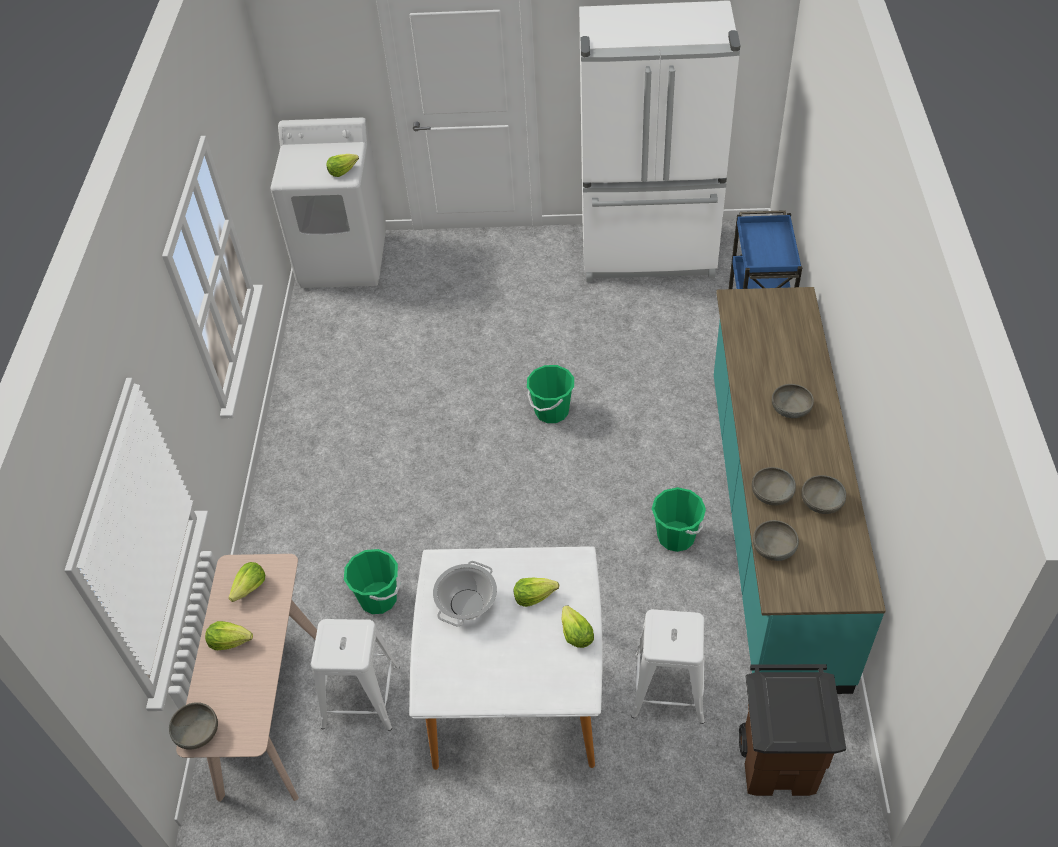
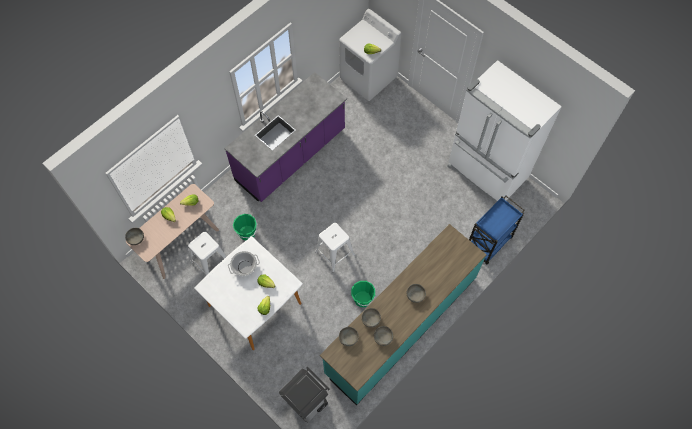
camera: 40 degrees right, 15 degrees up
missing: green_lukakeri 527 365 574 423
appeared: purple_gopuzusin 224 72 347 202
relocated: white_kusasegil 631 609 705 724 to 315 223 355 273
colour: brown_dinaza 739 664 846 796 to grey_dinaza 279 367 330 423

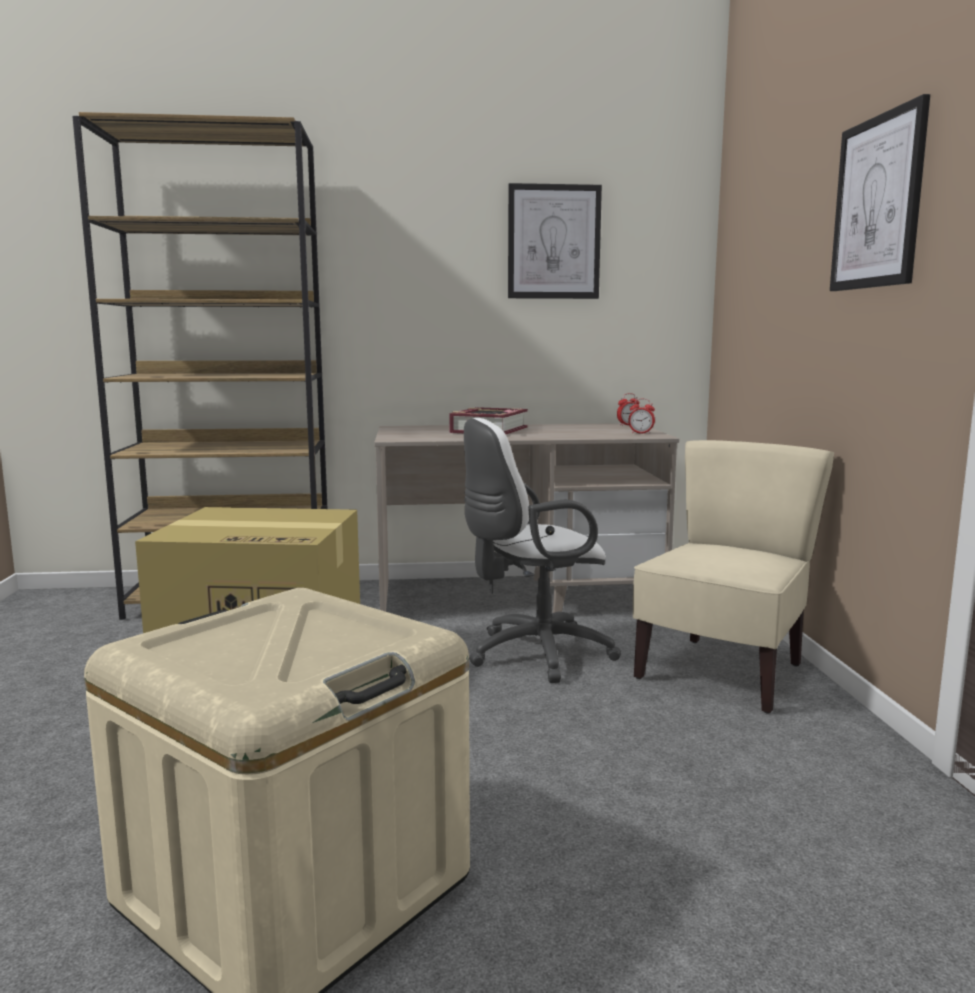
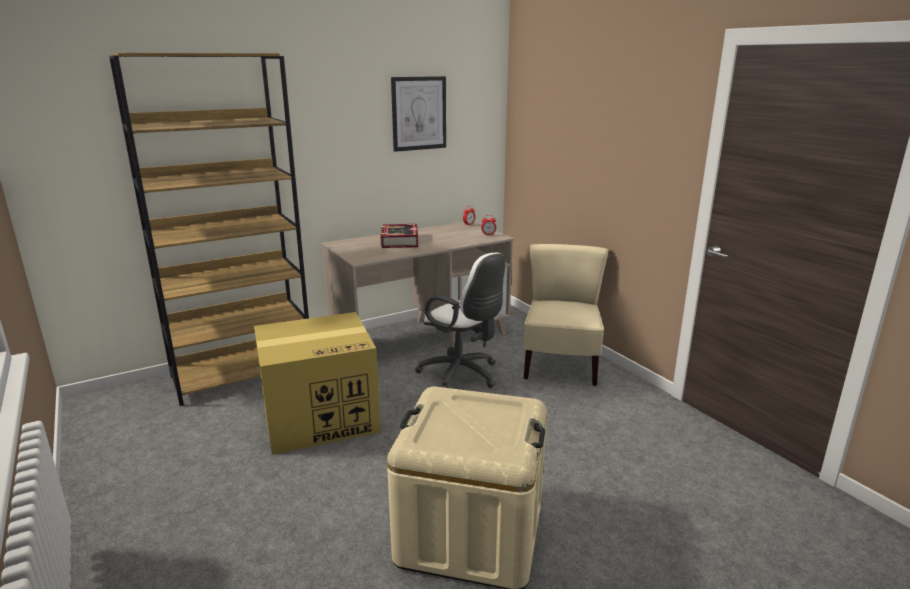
camera: 25 degrees left, 10 degrees up
missing: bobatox 830 94 930 291
spun: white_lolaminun 464 418 621 683 = 415 253 505 388 90 degrees counterclockwise

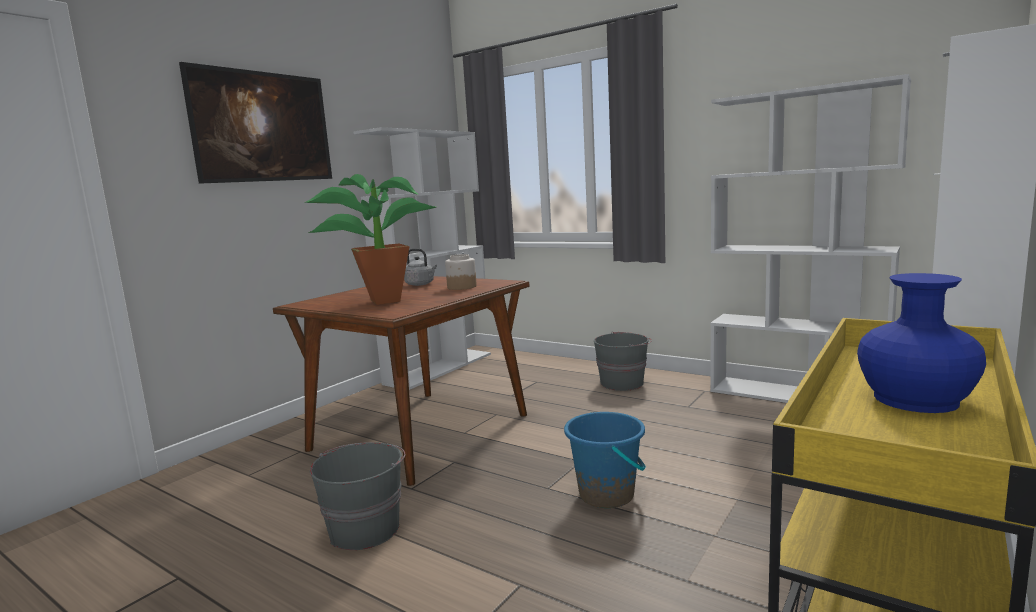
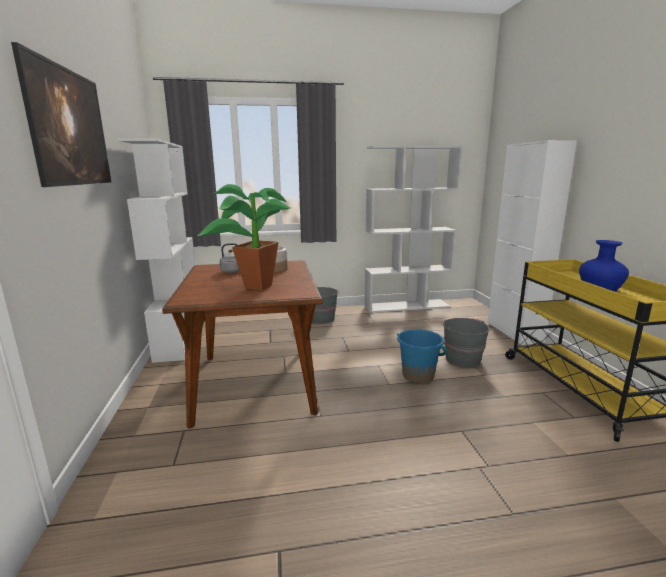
camera: 45 degrees left, 5 degrees up
relocated: grey_lukakeri 310 442 405 550 to 441 318 490 368

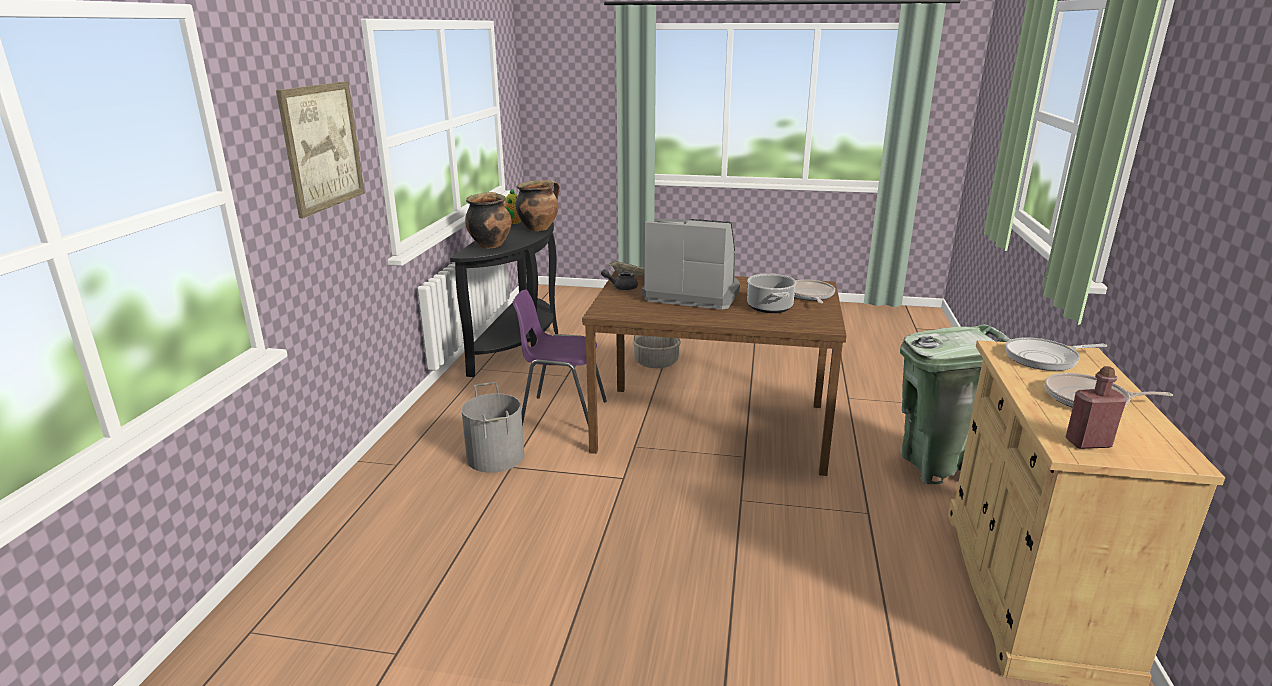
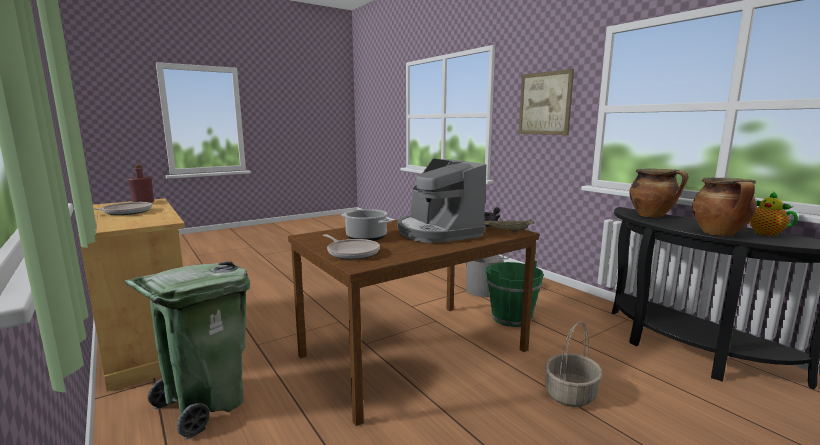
camera: 135 degrees right, 10 degrees down
missing: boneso 1005 337 1107 371
exchanged: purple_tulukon 512 289 607 426 to green_lukakeri 486 261 544 327
spun: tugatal 642 219 740 310 = 397 158 486 243 90 degrees clockwise

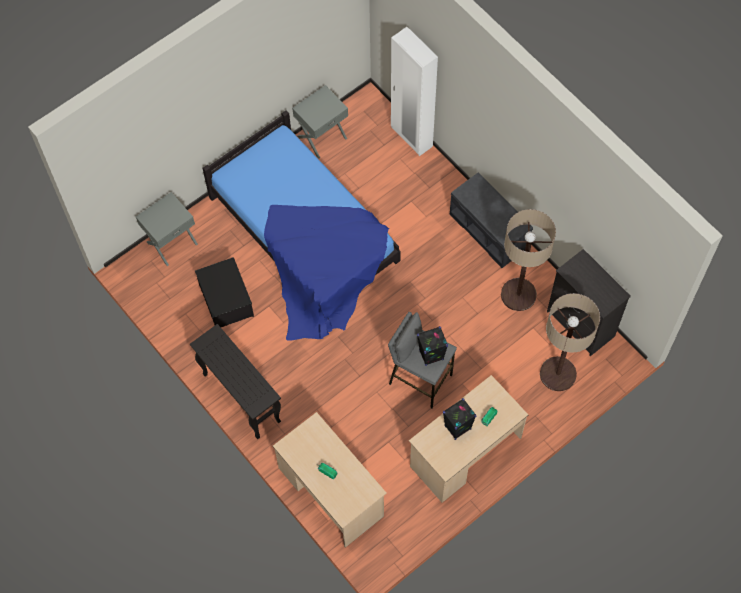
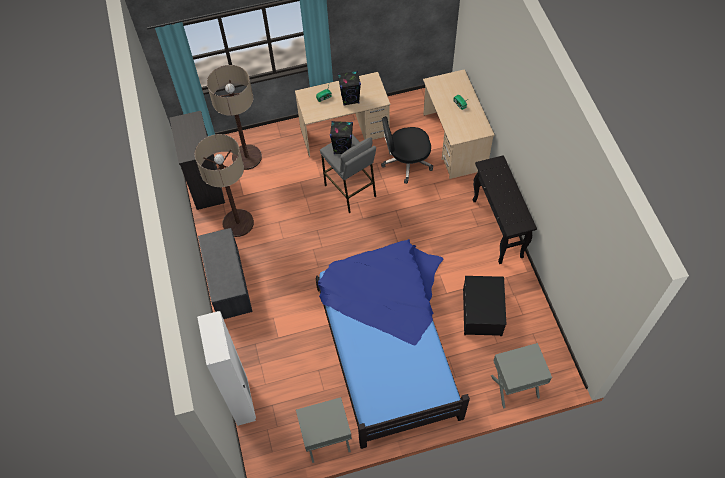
camera: 155 degrees left, 5 degrees down
appeared: black_lolaminun 381 116 433 184

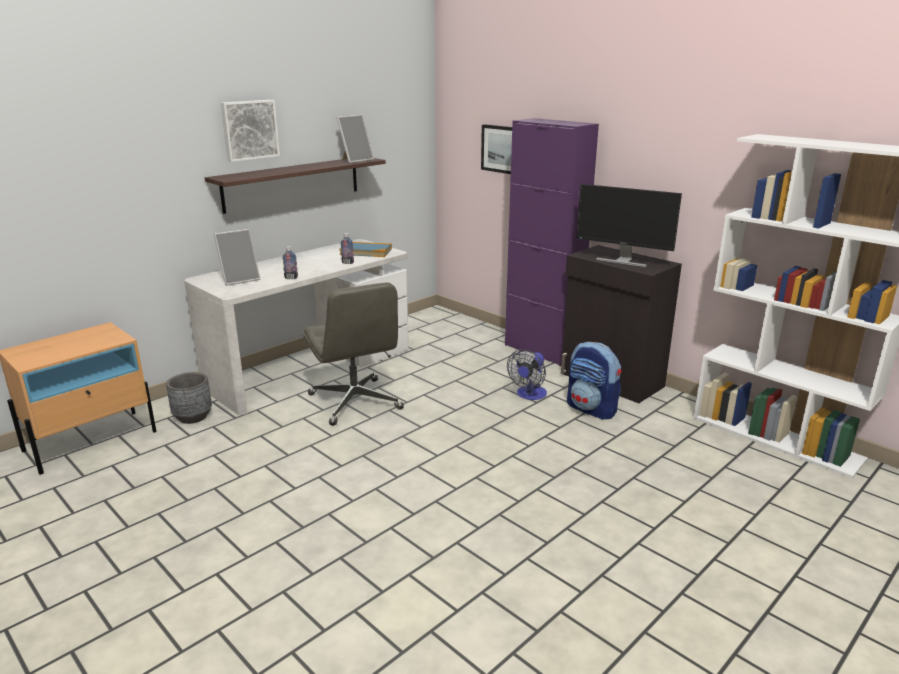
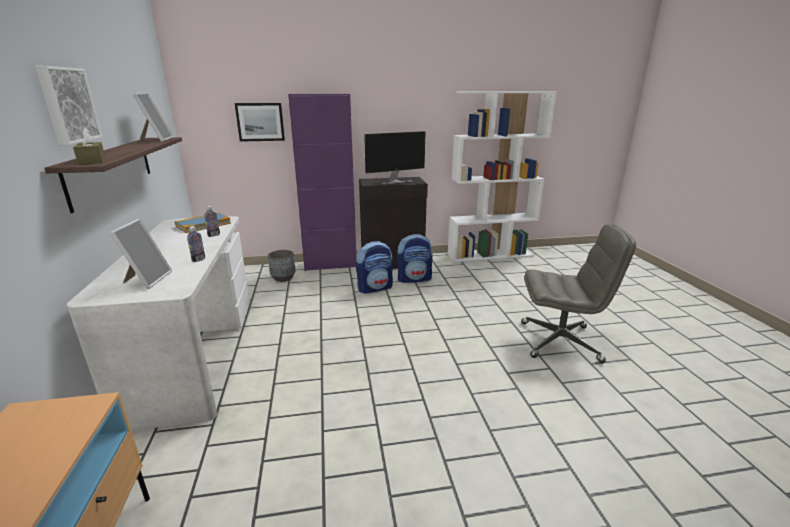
camera: 55 degrees left, 0 degrees up
appeared: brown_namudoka 73 128 106 165
relocated: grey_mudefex 166 372 212 424 to 268 250 296 282; grey_lolaminun 304 282 404 426 to 521 224 636 363
exchanged: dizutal 507 350 547 400 to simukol 356 241 393 294

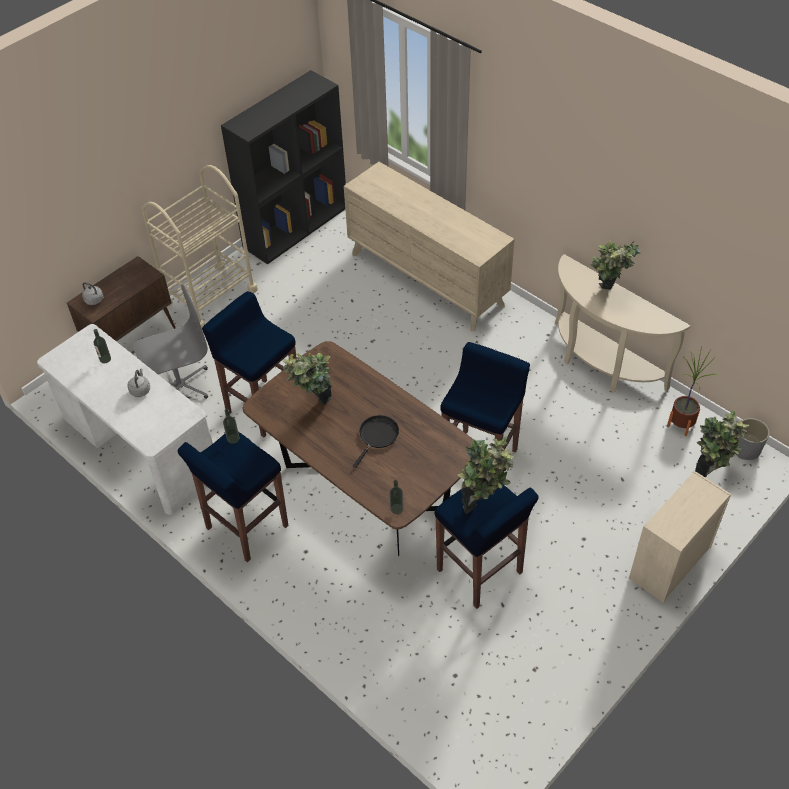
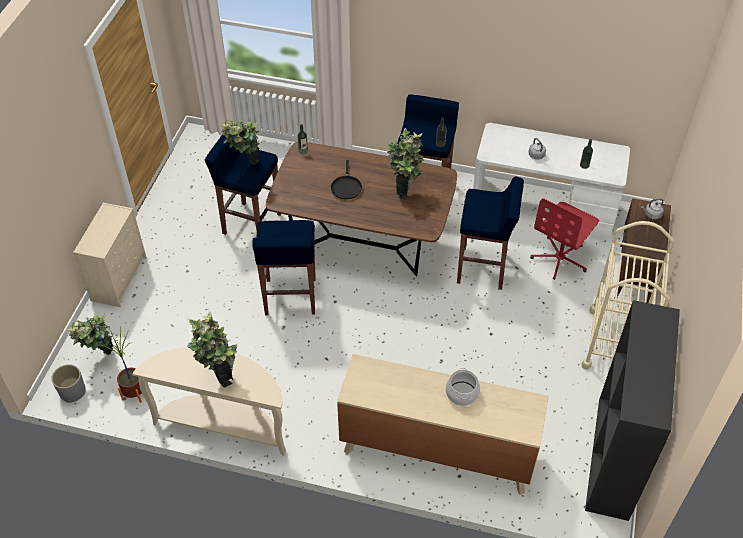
camera: 150 degrees right, 0 degrees up
appeared: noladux 445 368 480 406
colour: grey_lolaminun 133 284 208 399 to red_lolaminun 530 198 599 280

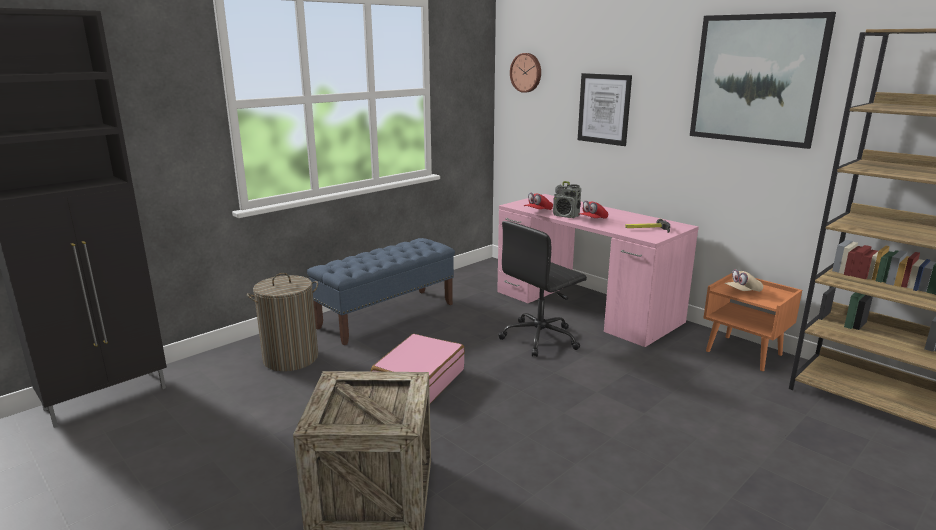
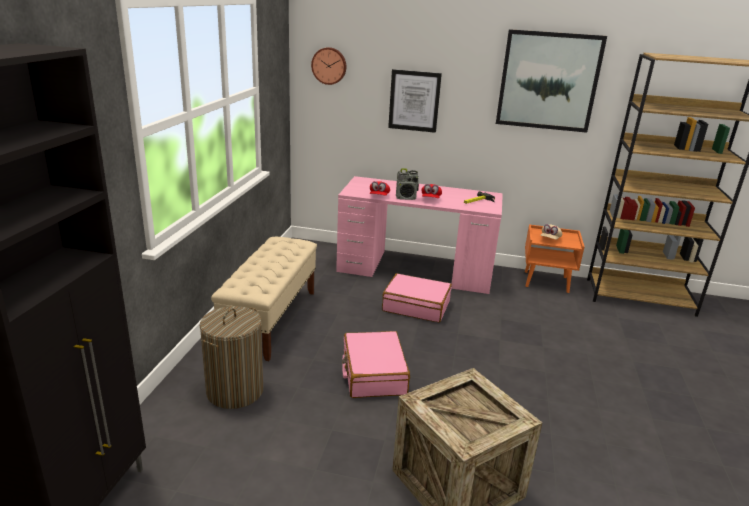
camera: 35 degrees left, 5 degrees up
exchanged: black_lolaminun 498 221 587 357 to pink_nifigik 382 273 452 322
colour: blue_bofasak 307 238 455 345 to beige_bofasak 211 237 317 361

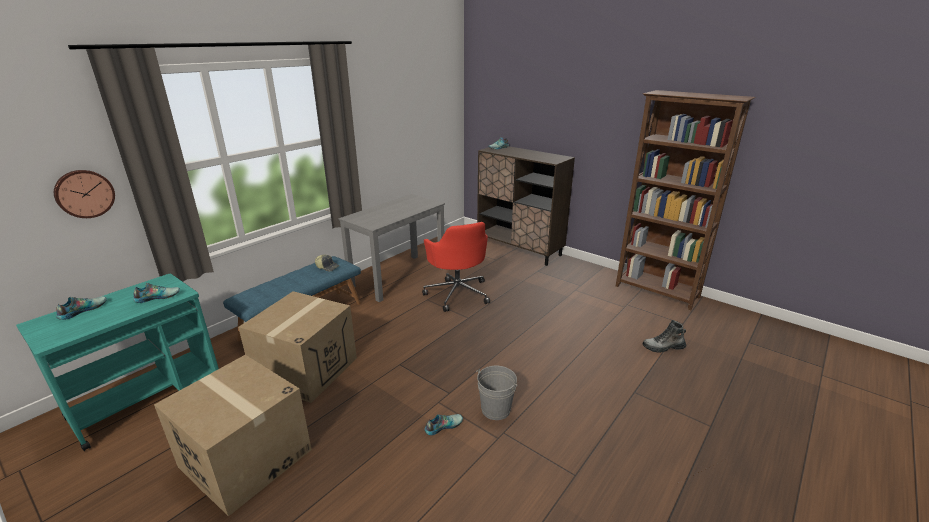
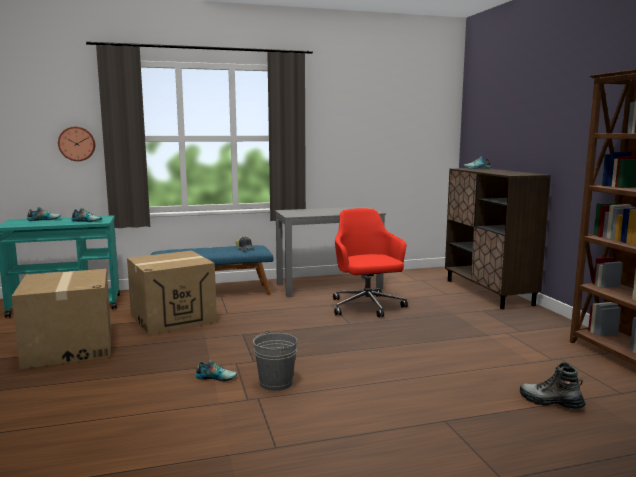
camera: 35 degrees right, 15 degrees down
spun: red_lolaminun 422 222 490 312 = 333 208 408 317 150 degrees clockwise

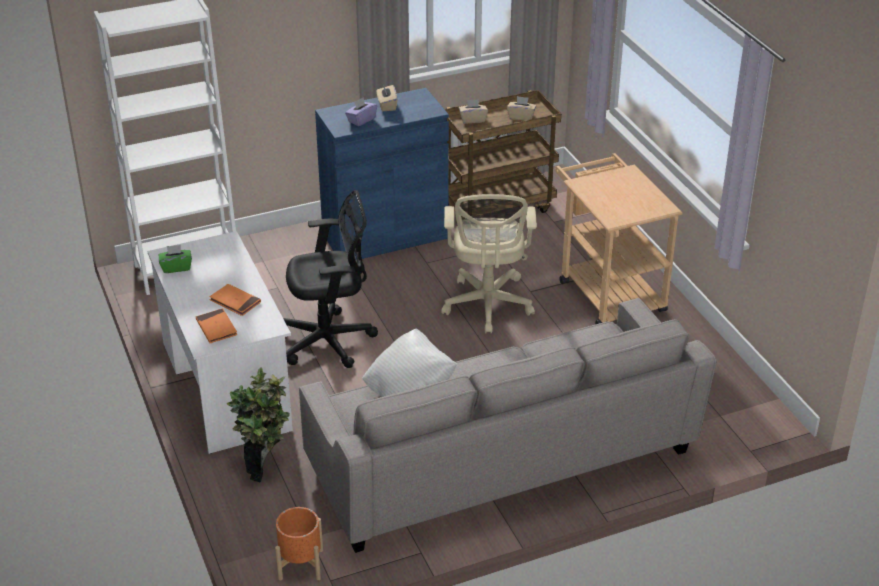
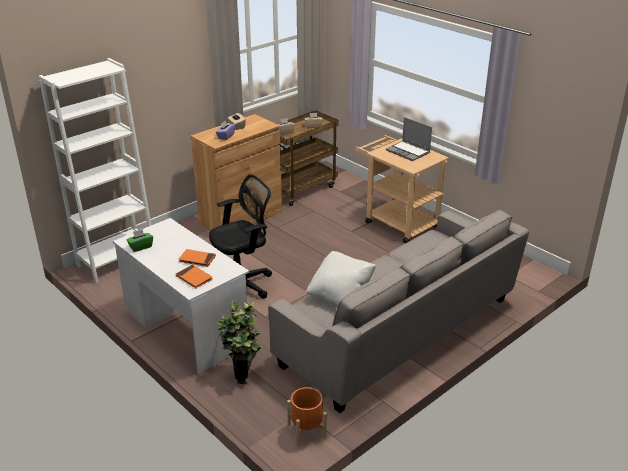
camera: 20 degrees left, 5 degrees down
missing: beige_lolaminun 441 194 537 333
appeared: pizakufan 386 117 432 161
colour: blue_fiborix 315 88 449 259 to brown_fiborix 191 114 282 231

